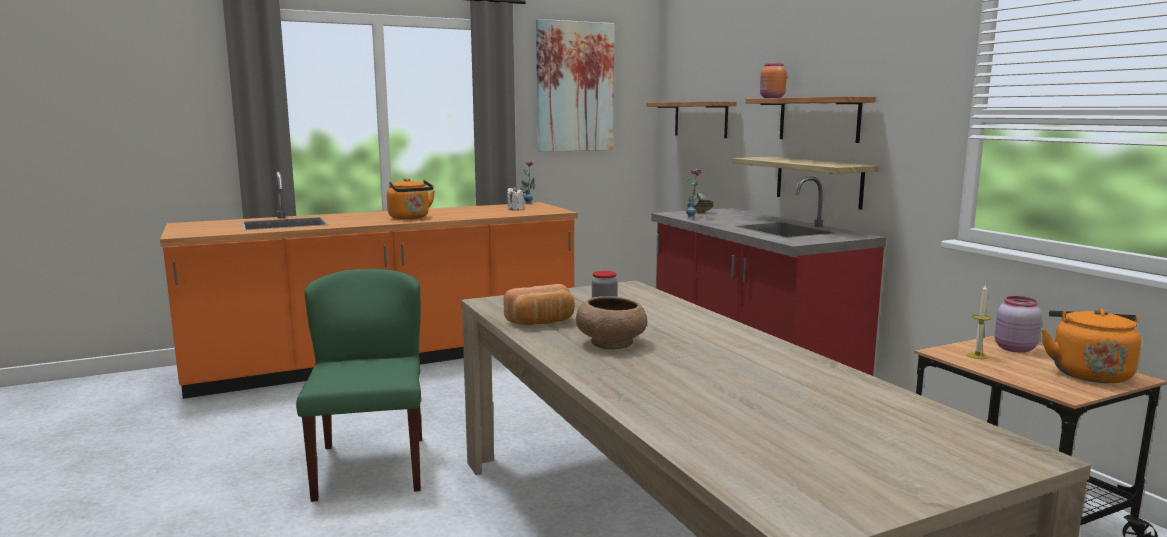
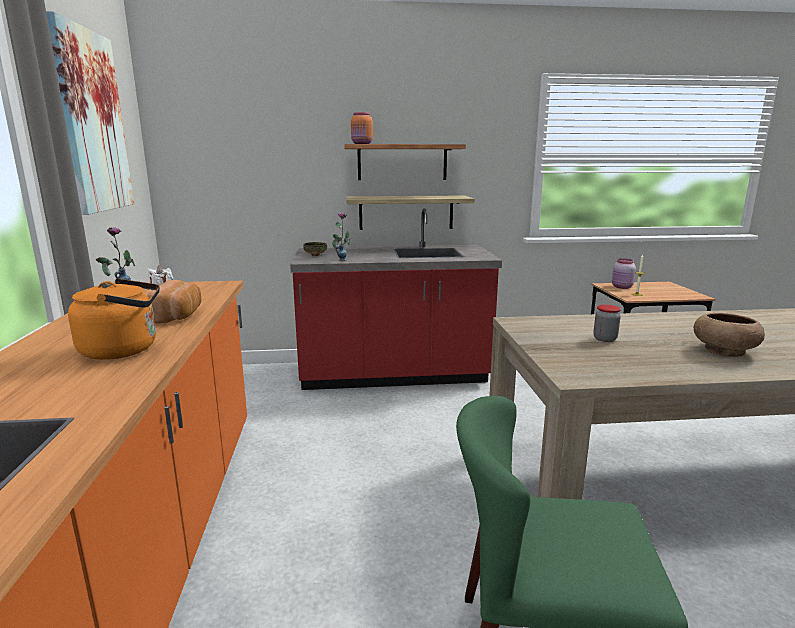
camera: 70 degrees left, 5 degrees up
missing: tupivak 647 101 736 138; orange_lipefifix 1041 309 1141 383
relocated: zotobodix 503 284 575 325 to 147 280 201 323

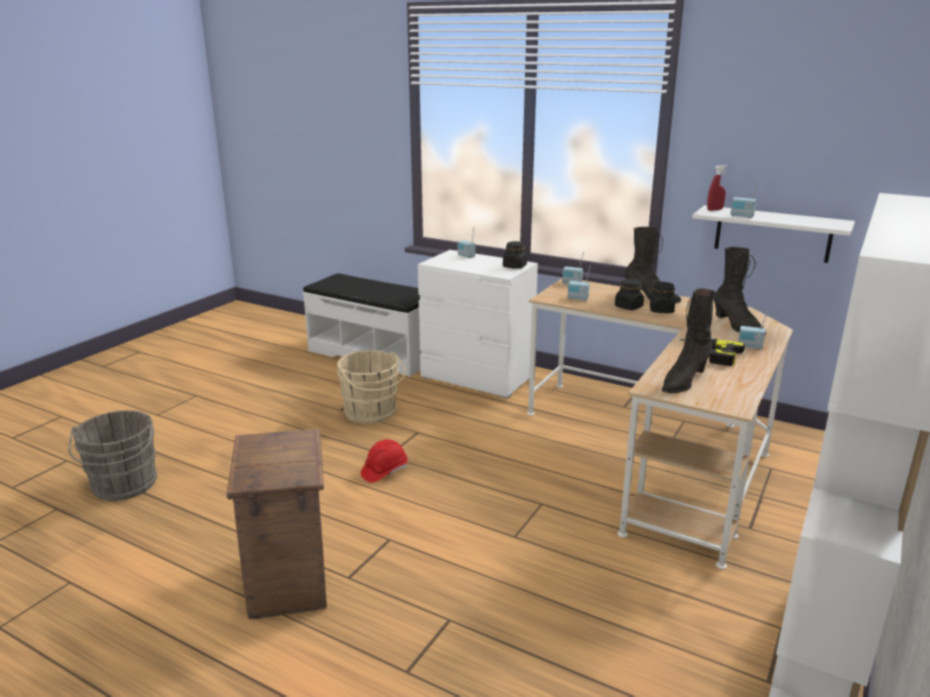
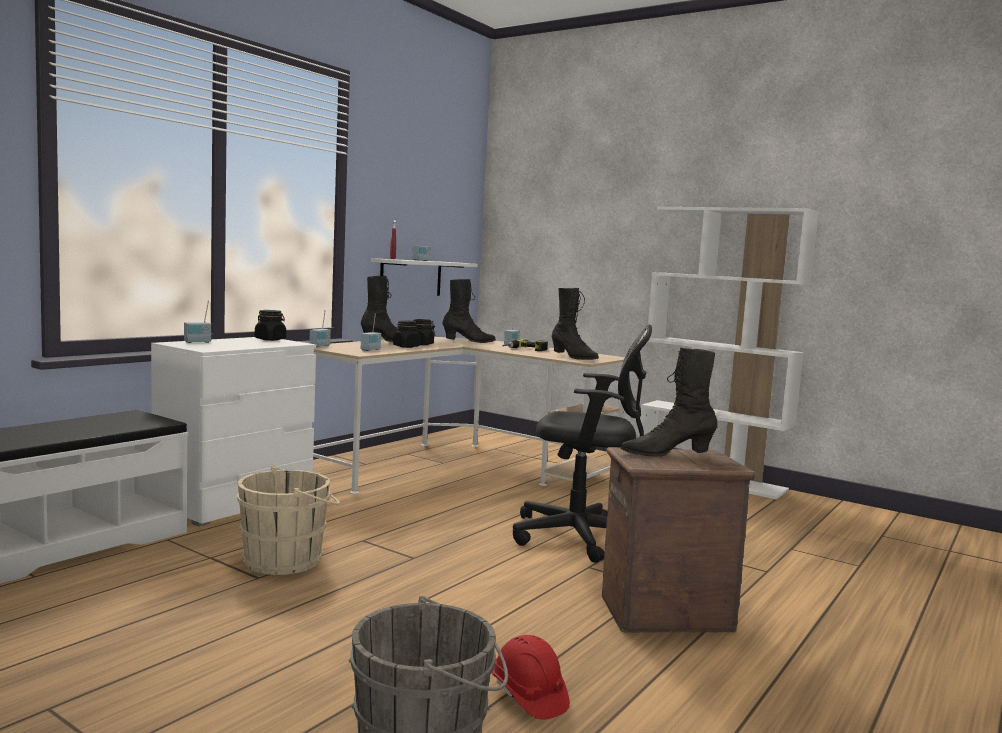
camera: 85 degrees left, 15 degrees down
appeared: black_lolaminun 513 324 652 563; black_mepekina 620 348 718 457
relocated: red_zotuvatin 361 439 408 483 to 492 635 570 720

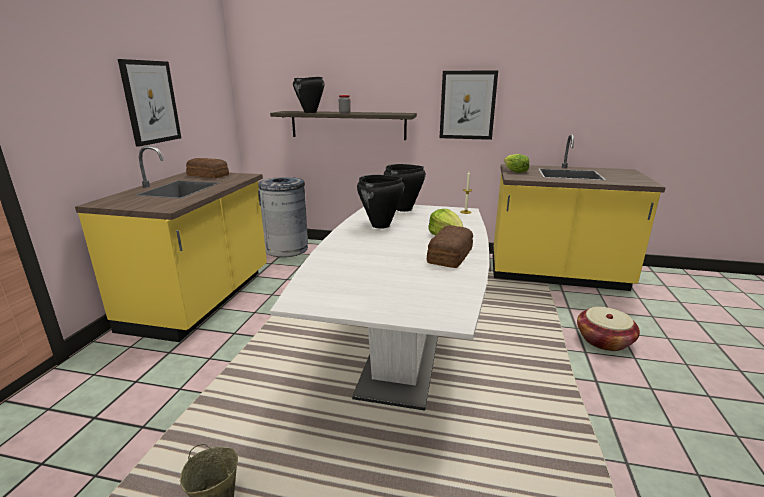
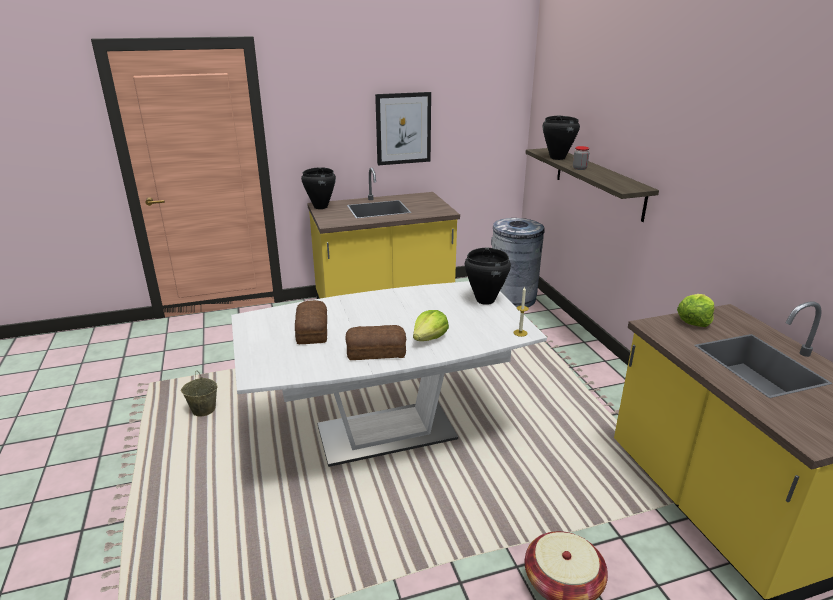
camera: 60 degrees right, 5 degrees up
missing: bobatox 440 71 498 140
relocated: zotobodix 186 158 229 178 to 295 300 327 344; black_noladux 357 175 404 229 to 301 167 336 209

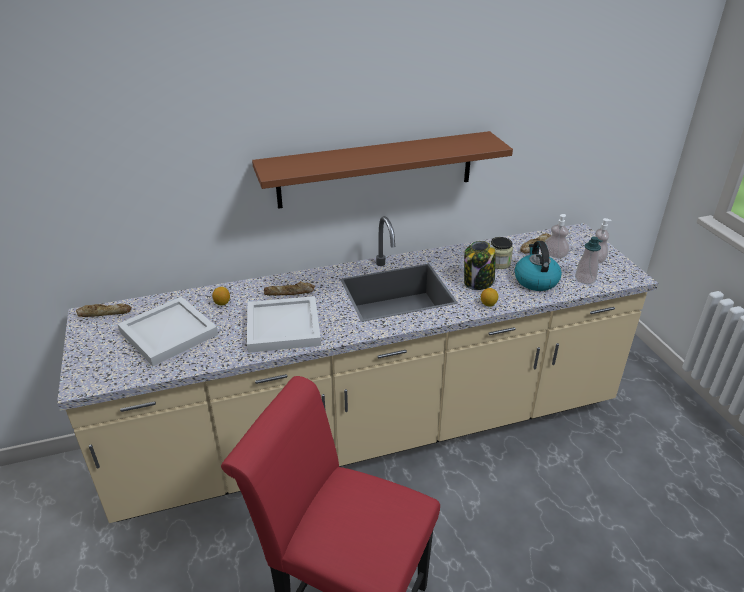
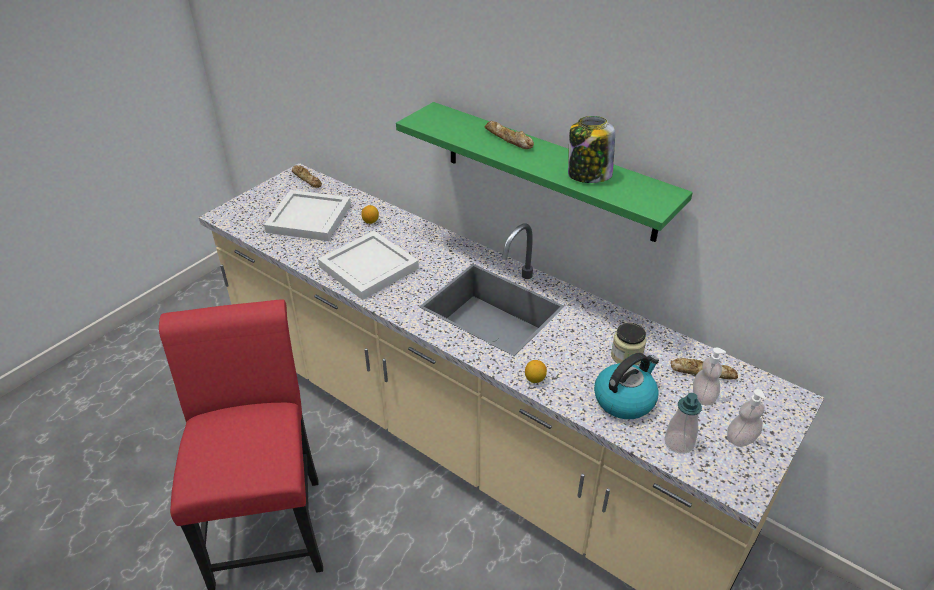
camera: 55 degrees right, 5 degrees up
relocated: zotobodix 264 281 315 295 to 484 121 534 149; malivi 464 241 495 290 to 568 116 615 183
colour: brown_tupivak 252 131 513 209 to green_tupivak 396 102 693 242

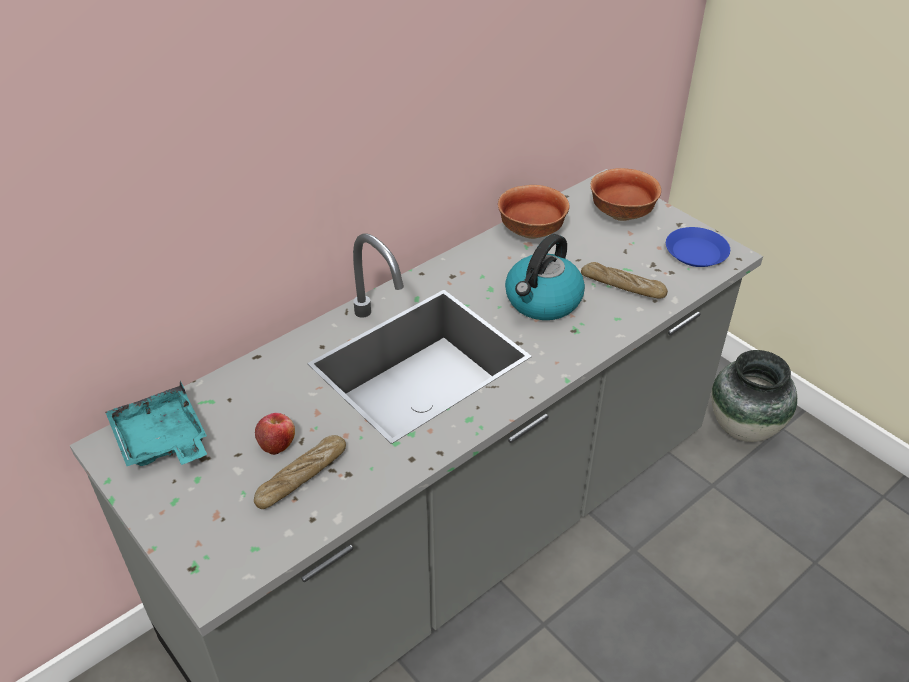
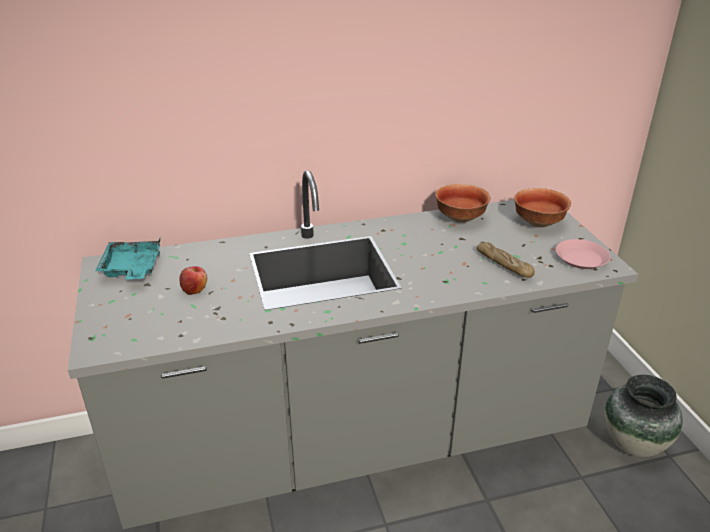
camera: 25 degrees right, 10 degrees down
missing: zotobodix 254 435 346 509; lipefifix 505 234 585 320
colour: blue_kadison 666 227 730 267 to pink_kadison 556 239 610 269

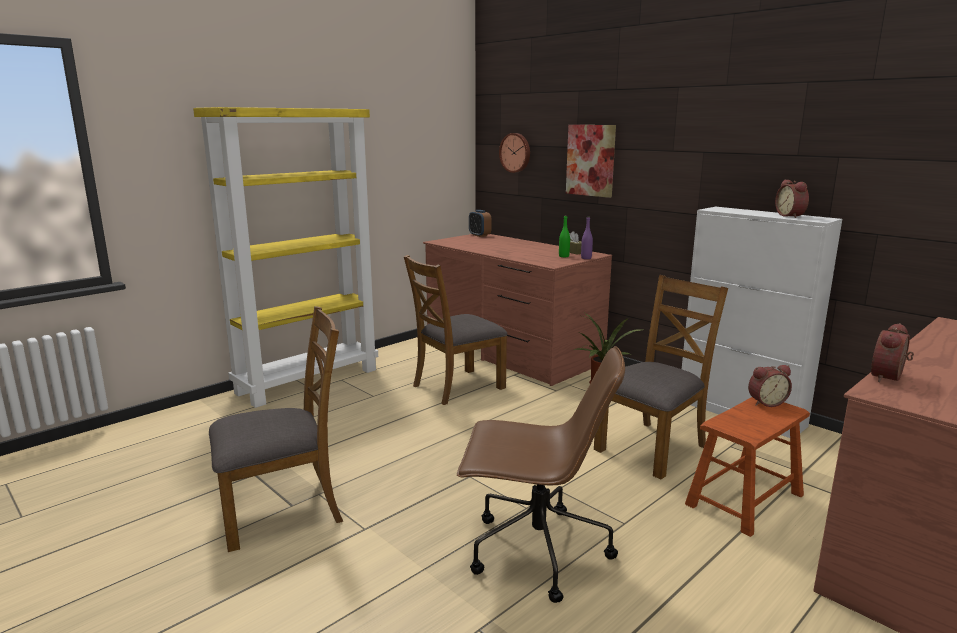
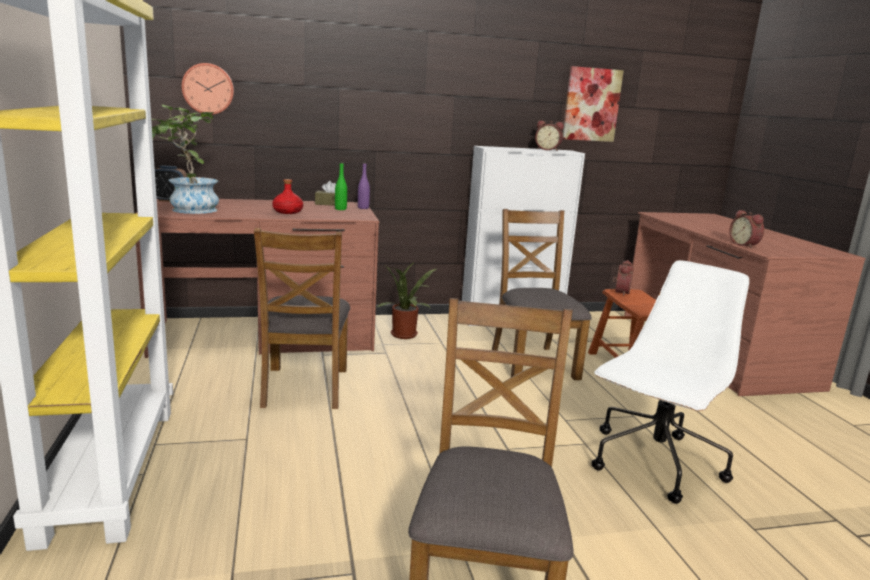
camera: 60 degrees left, 0 degrees up
appeared: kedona 151 105 219 214; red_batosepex 272 179 303 214
relocated: bobatox 566 125 616 198 to 563 66 624 142
colour: brown_lolaminun 457 346 625 603 to white_lolaminun 591 260 749 504

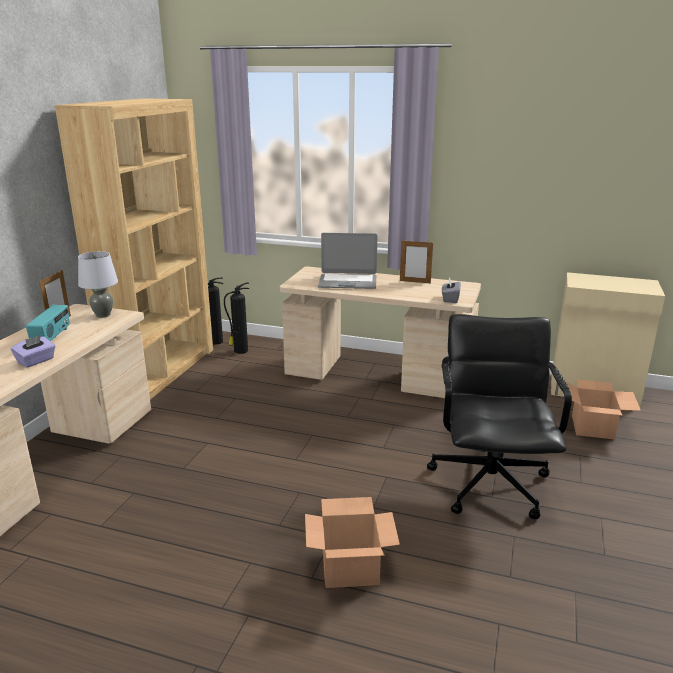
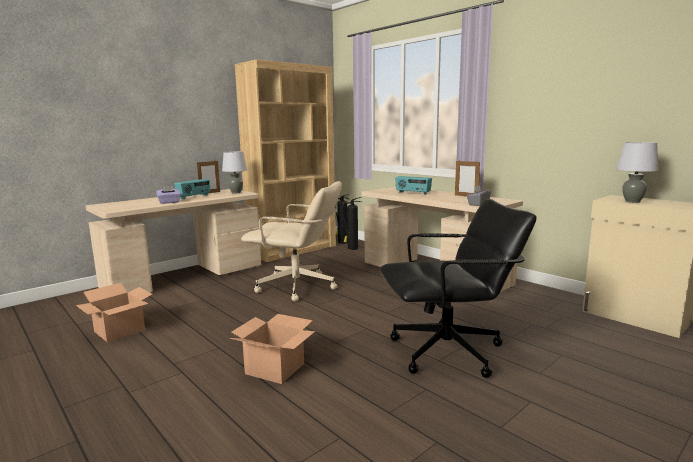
camera: 30 degrees right, 10 degrees down
appeared: beige_lolaminun 241 181 342 301; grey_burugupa 617 142 658 203
relocated: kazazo 565 380 641 440 to 76 283 153 343
exchanged: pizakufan 318 233 377 289 to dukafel 395 176 432 195
spun: black_lolaminun 427 314 572 519 = 380 199 537 378 45 degrees clockwise

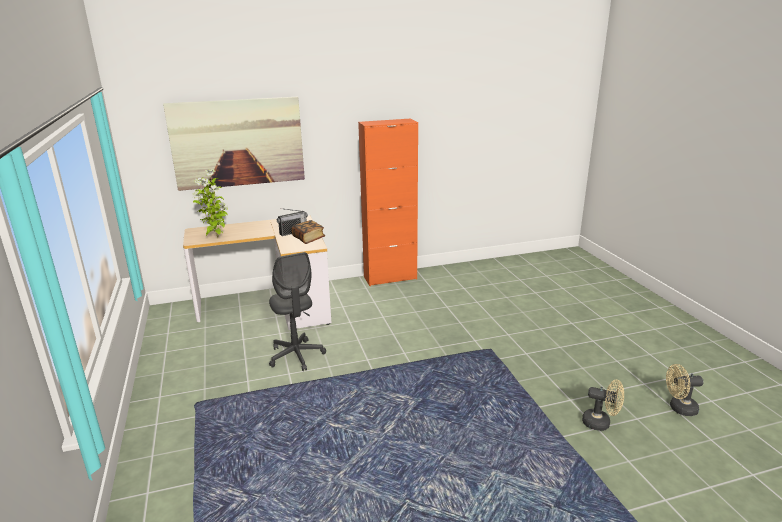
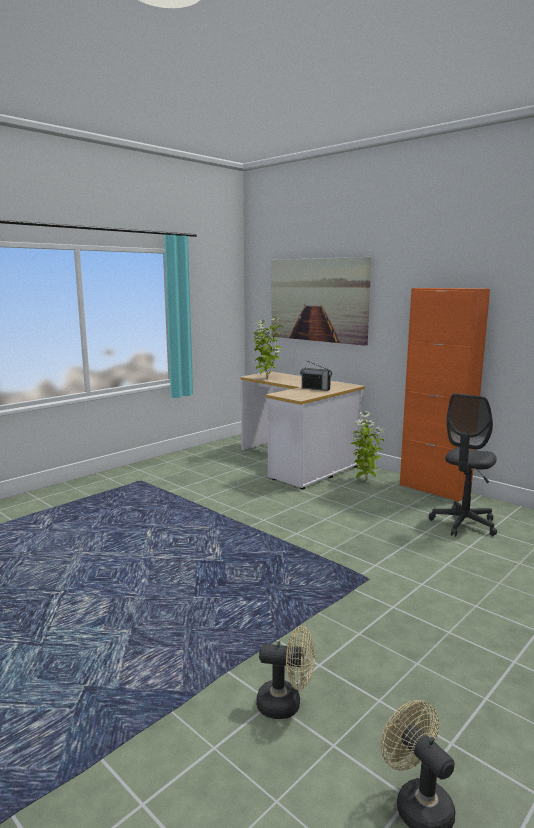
camera: 60 degrees right, 10 degrees down
missing: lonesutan 291 220 325 244
appeared: kedona 351 411 384 481
relocated: grey_lolaminun 269 252 326 371 to 429 393 497 536
spun: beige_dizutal 582 380 624 431 = 257 626 315 719 75 degrees counterclockwise

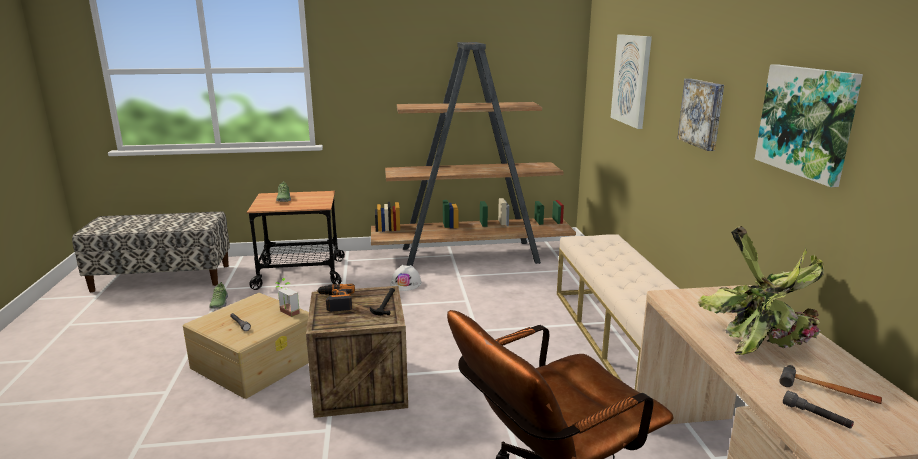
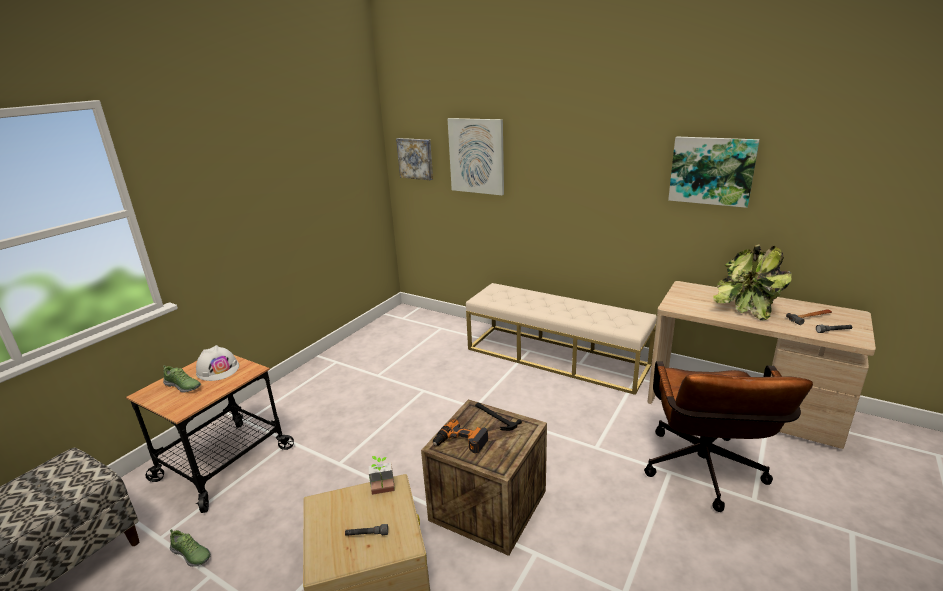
camera: 50 degrees left, 5 degrees up
missing: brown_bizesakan 371 42 576 266
relocated: white_zotuvatin 390 265 422 291 to 196 345 239 381; bobatox 677 79 724 151 to 396 138 433 180

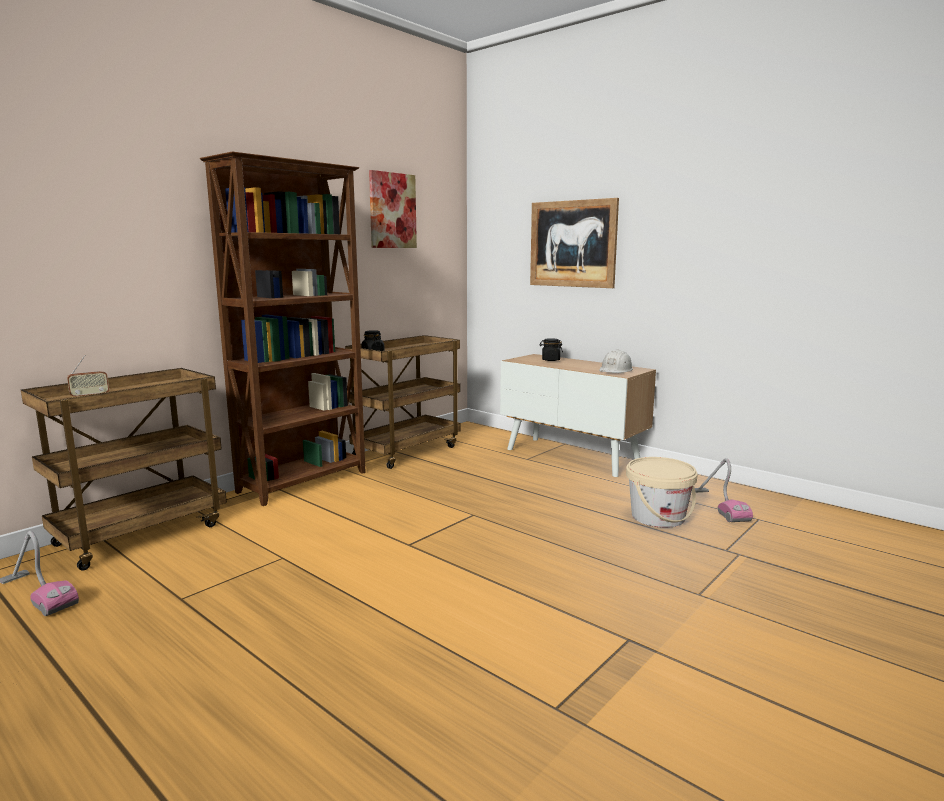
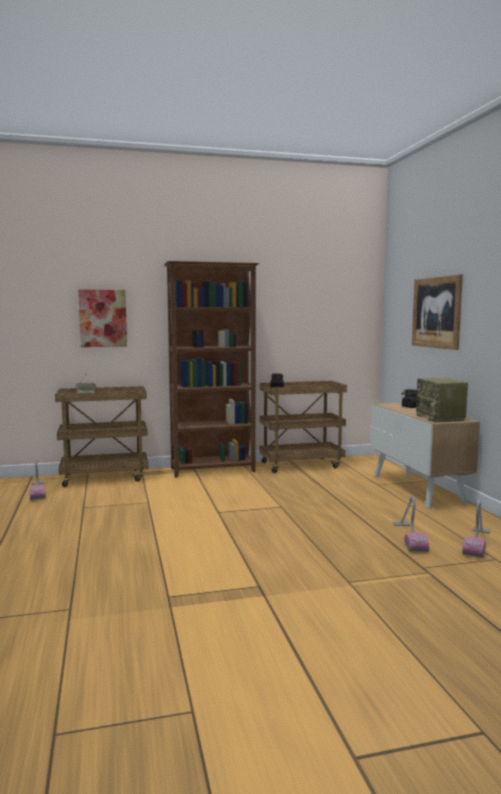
camera: 35 degrees right, 5 degrees down
relocated: bobatox 369 170 417 248 to 78 290 127 347
exchanged: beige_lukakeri 626 457 698 528 to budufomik 393 496 429 552; white_zotuvatin 599 349 633 373 to dukafel 416 378 468 422

